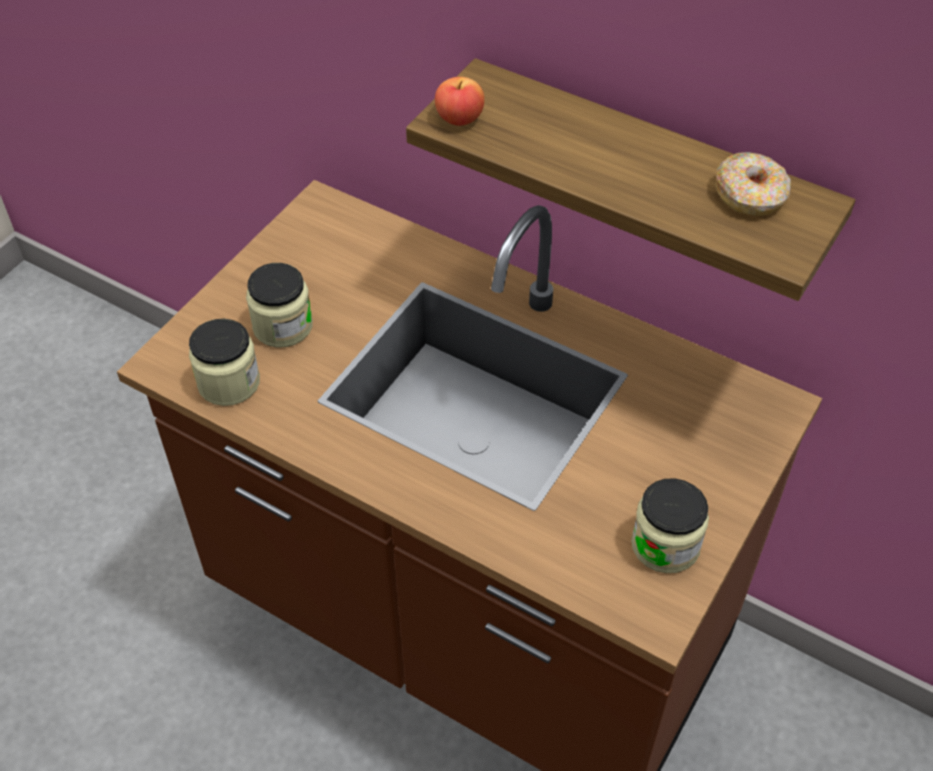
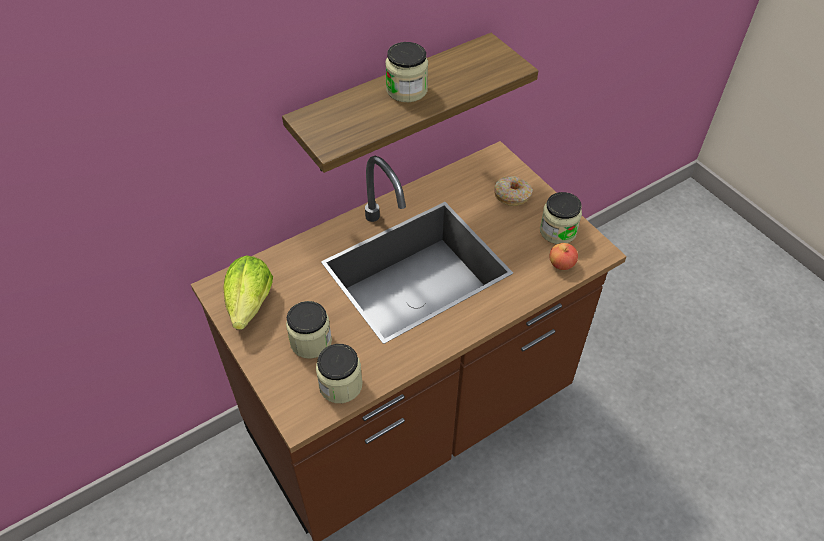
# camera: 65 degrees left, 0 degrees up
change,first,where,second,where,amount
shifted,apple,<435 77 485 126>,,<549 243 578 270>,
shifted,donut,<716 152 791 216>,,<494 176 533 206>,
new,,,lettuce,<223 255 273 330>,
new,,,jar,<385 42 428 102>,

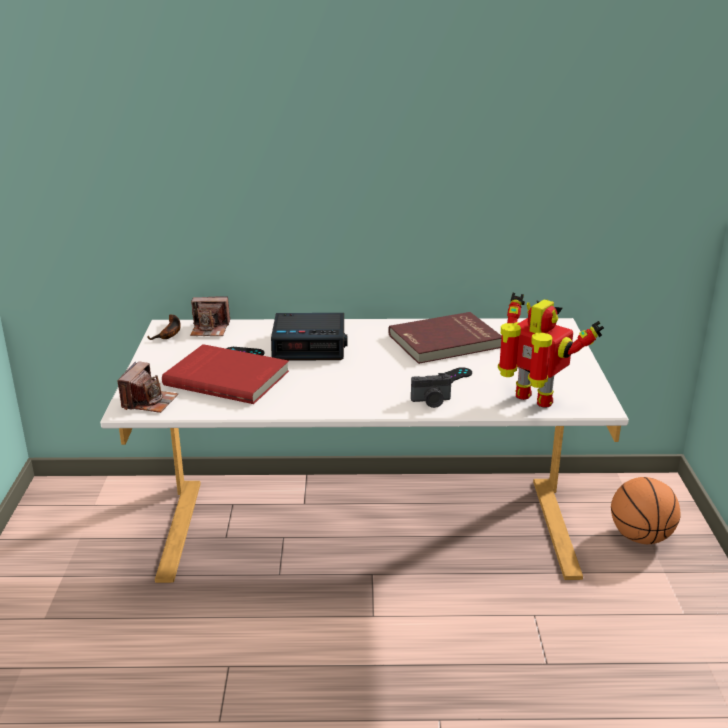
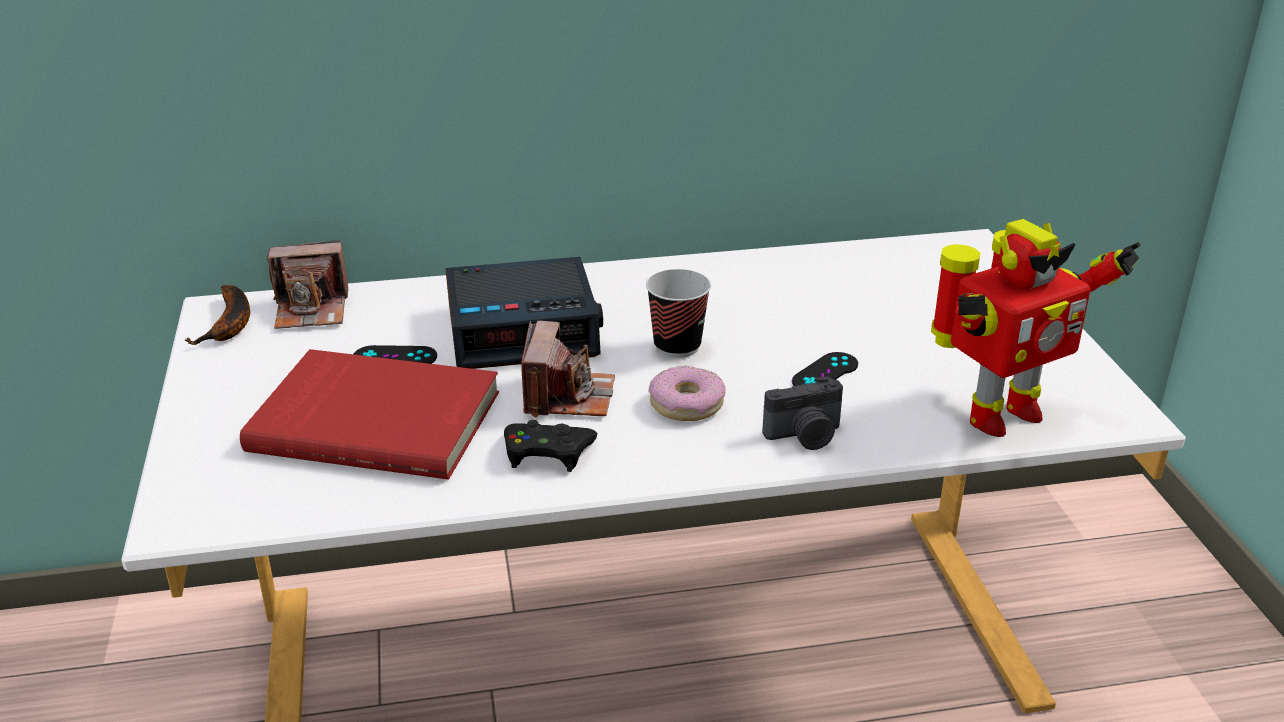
# camera: 10 degrees left, 5 degrees up
change,first,where,second,where,amount
shifted,photo camera,<117 361 178 413>,,<521 321 615 417>,
gone,red book,<388 312 502 364>,,,
rotated,toy robot,<498 293 604 408>,,<931 219 1141 437>,120 degrees clockwise
gone,basketball,<611 477 680 544>,,,
new,,,black game controller,<504 420 597 472>,
new,,,cup,<646 269 711 358>,
new,,,donut,<648 366 726 421>,

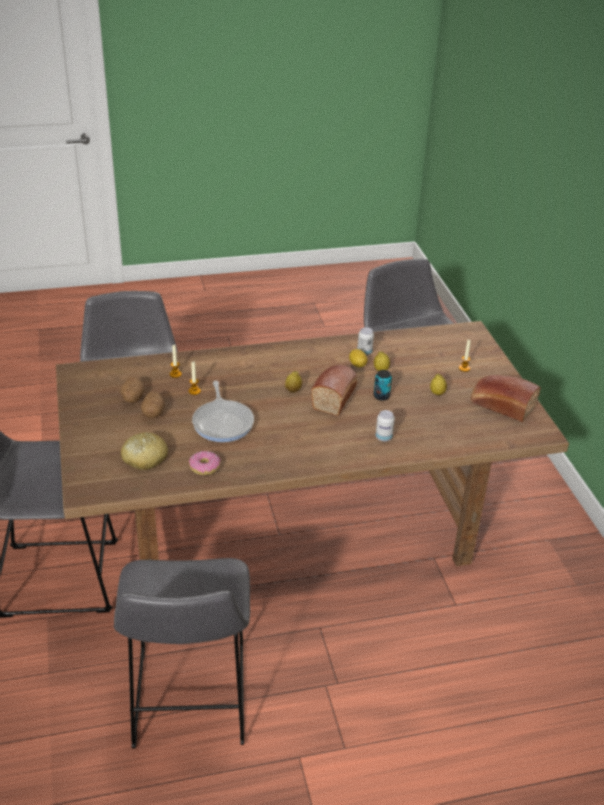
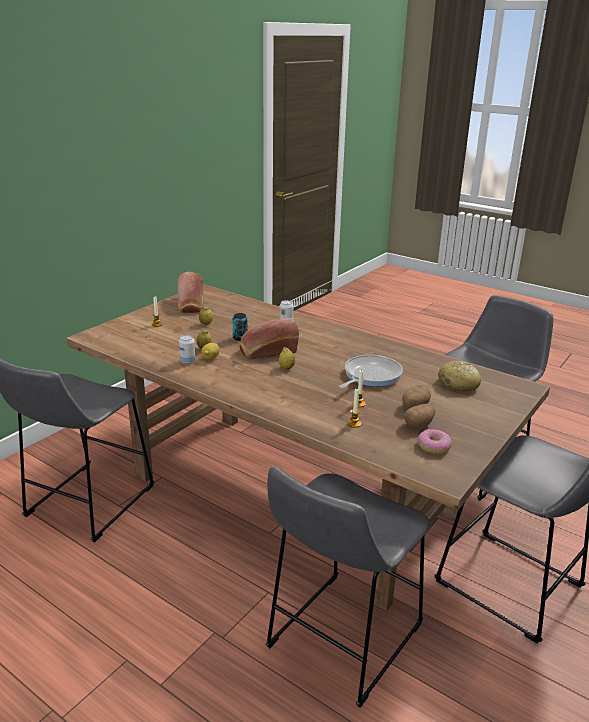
# camera: 130 degrees left, 10 degrees down
change,first,where,second,where,amount
shifted,donut,<189 451 221 475>,,<418 429 452 454>,

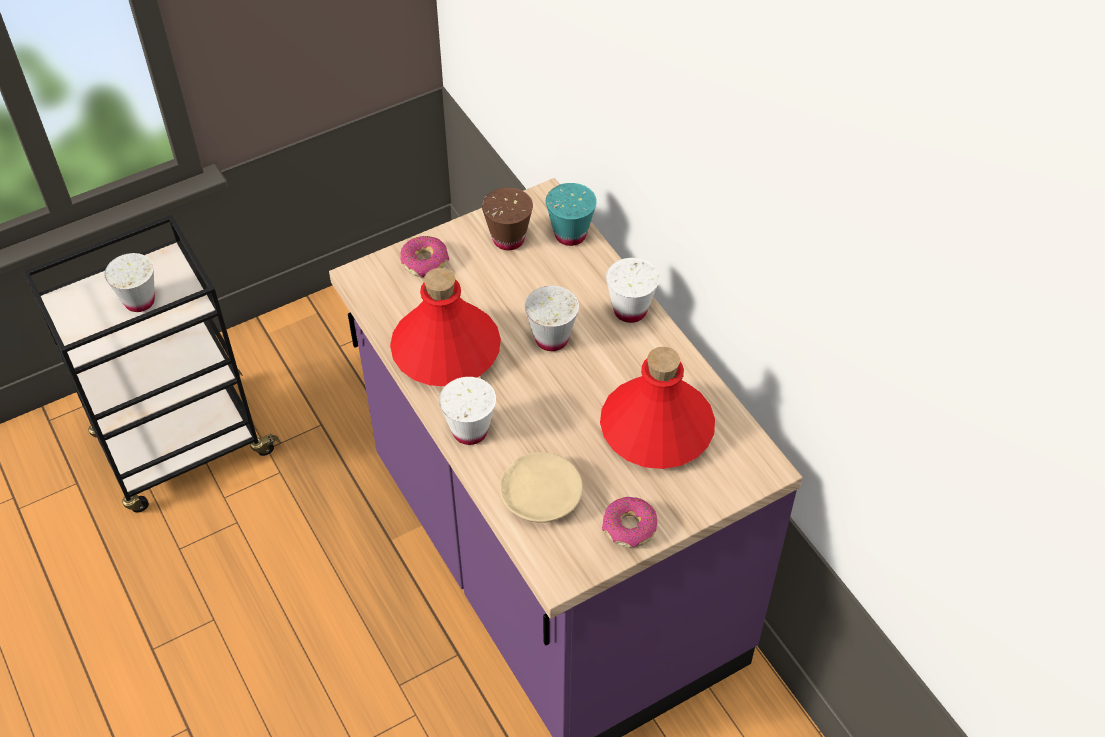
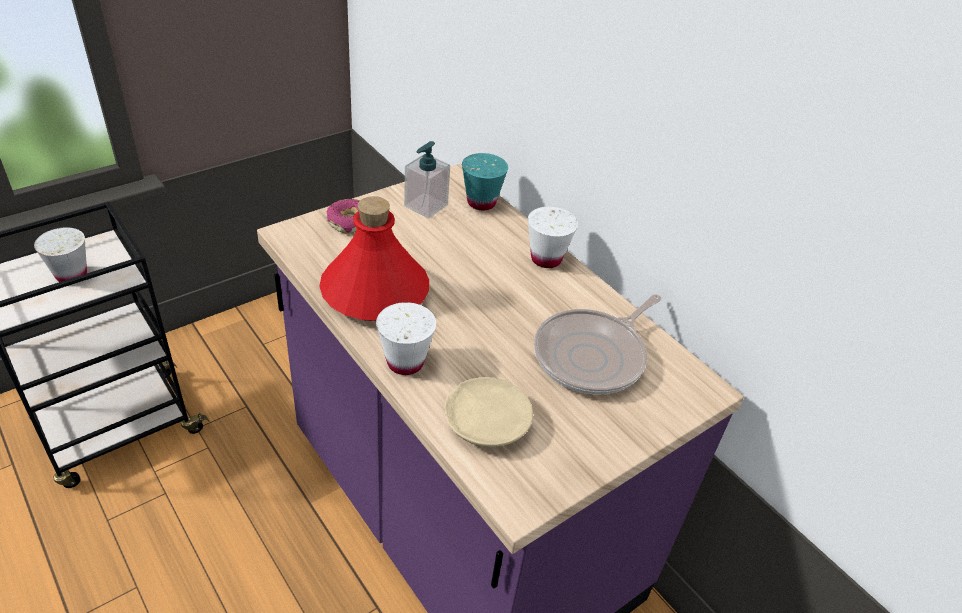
# camera: 10 degrees left, 10 degrees down
change,first,where,second,where,amount
swapped,brown cup,<482 187 533 250>,soap dispenser,<404 141 450 218>,
gone,white cup,<525 286 579 351>,,,
swapped,red bottle,<600 347 715 469>,frying pan,<534 294 661 394>,
gone,donut,<602 497 657 547>,,,

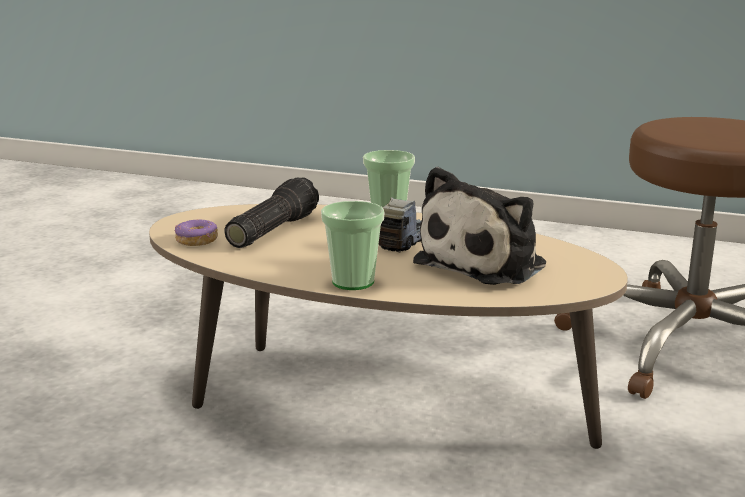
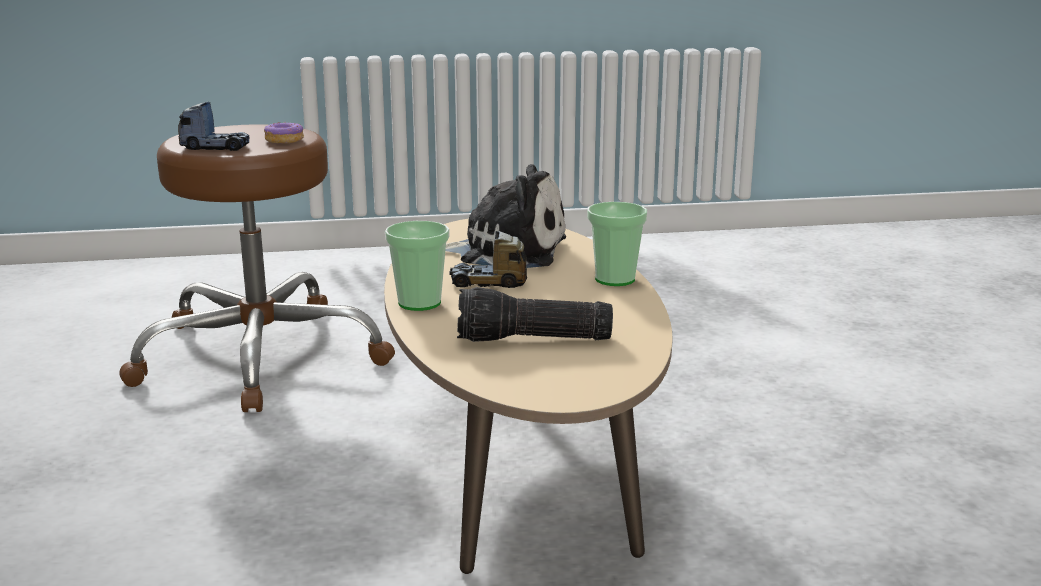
# camera: 120 degrees left, 0 degrees up
change,first,where,second,where,amount
shifted,donut,<175 219 218 246>,,<264 122 304 143>,
new,,,toy truck,<178 102 250 151>,

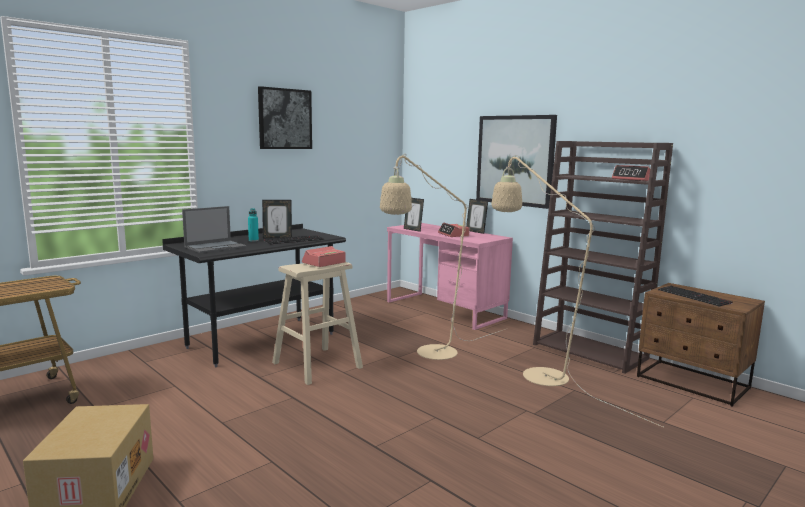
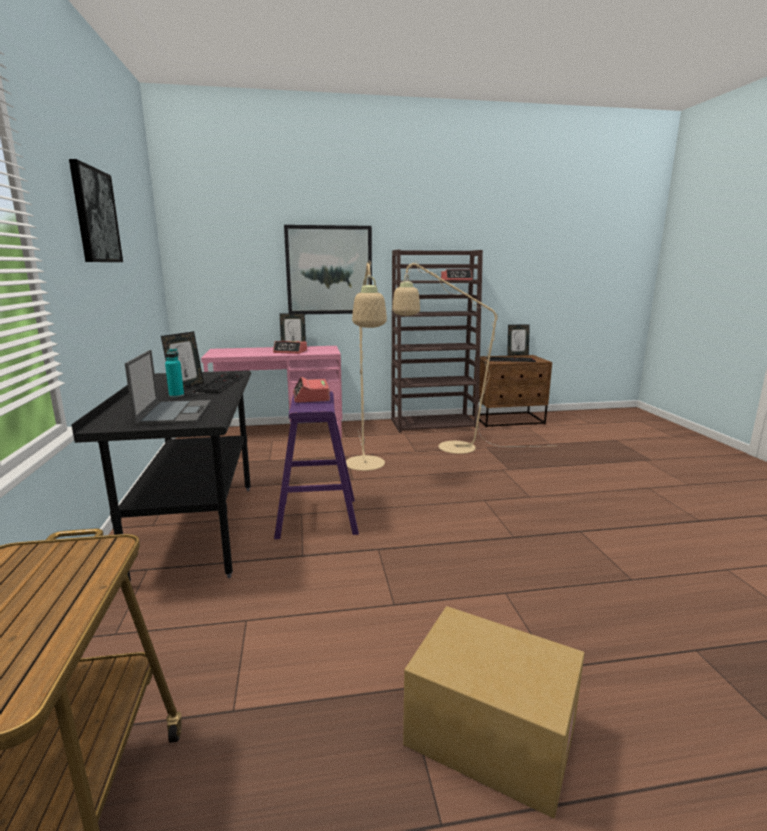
# camera: 55 degrees left, 5 degrees up
change,first,where,second,where,amount
repainted,beige stool,<272 262 363 385>,purple stool,<274 391 359 539>,
shifted,picture frame,<404 198 424 232>,,<507 324 530 356>,

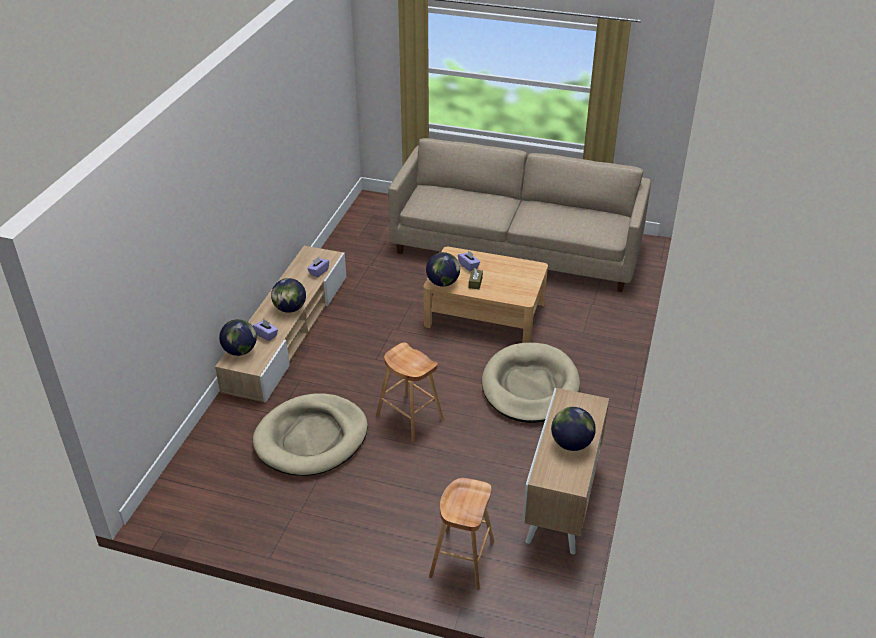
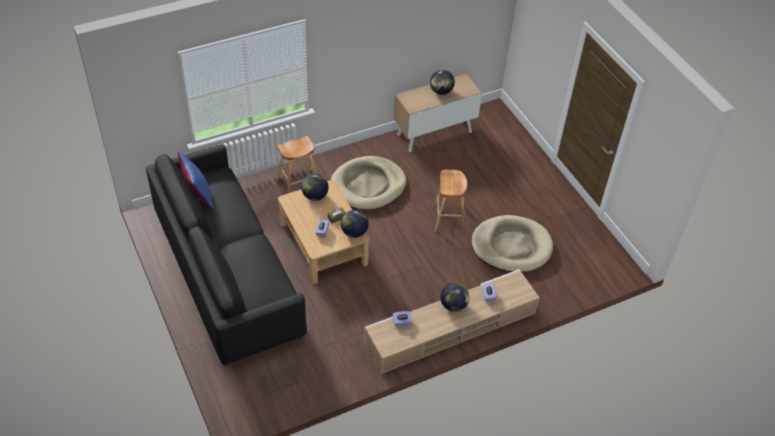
# camera: 135 degrees left, 10 degrees up
change,first,where,second,where,amount
shifted,globe,<219 319 257 356>,,<302 174 328 201>,
repainted,beige sofa,<388 138 651 292>,black sofa,<146 144 307 366>,
shifted,brown stool,<429 478 495 590>,,<276 136 317 194>,
new,,,blue pillow,<178 151 214 210>,

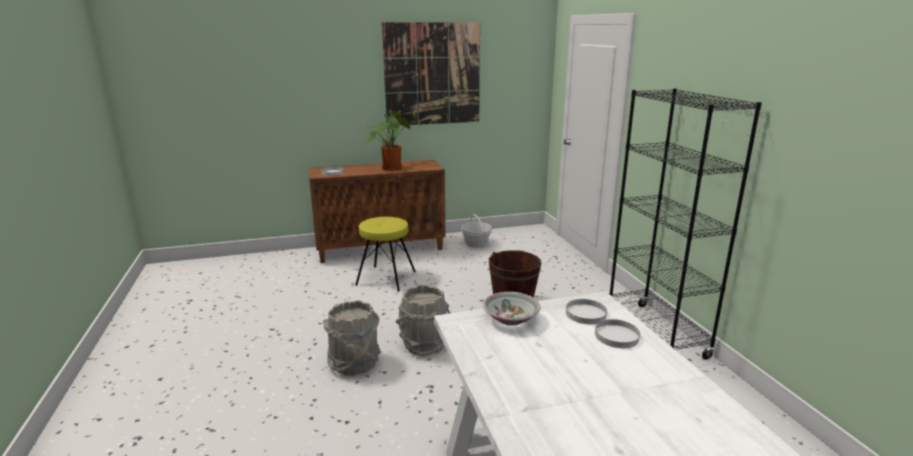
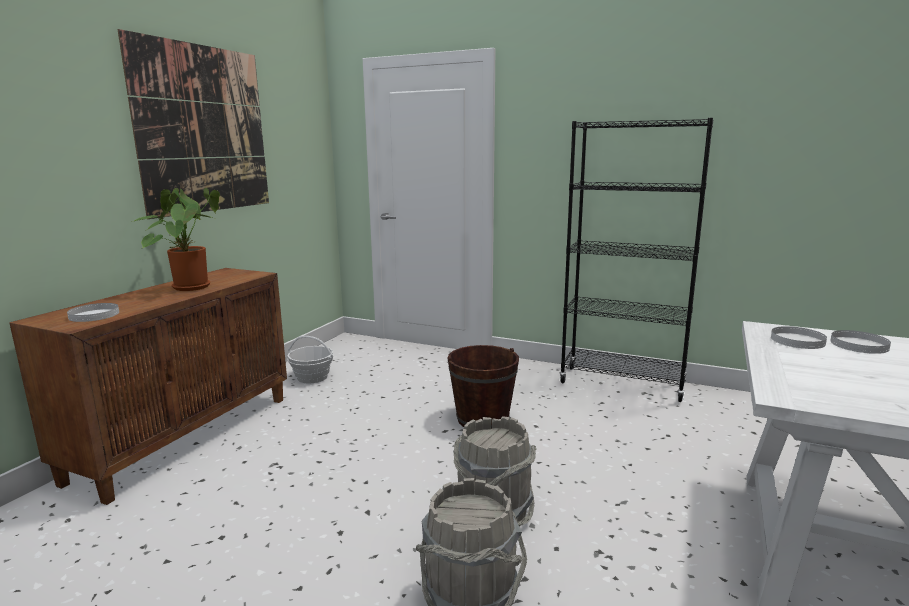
# camera: 50 degrees left, 5 degrees down
change,first,where,second,where,amount
gone,yellow stool,<355 217 416 292>,,,
gone,bowl,<483 292 540 326>,,,

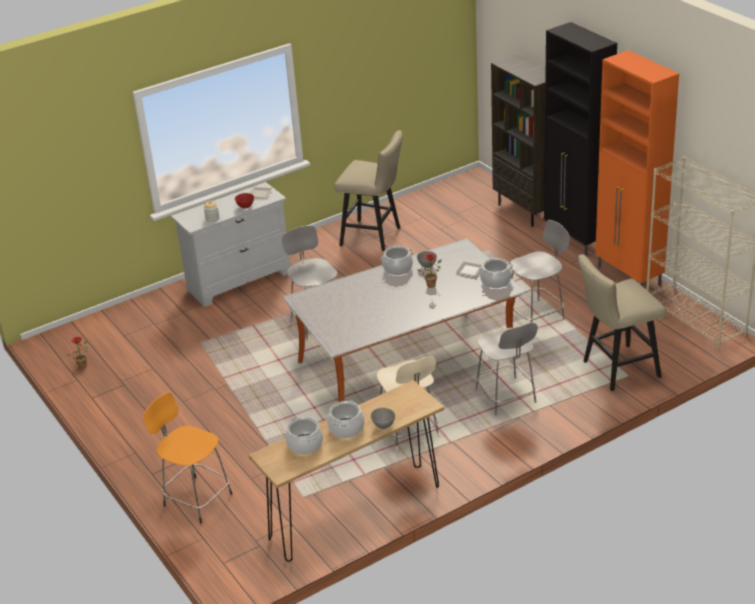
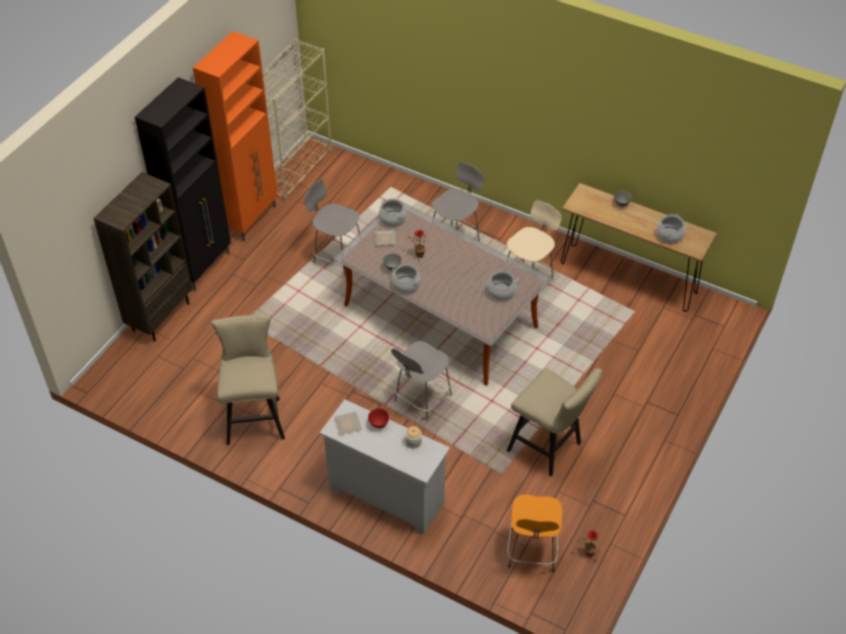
# camera: 120 degrees left, 15 degrees up
change,first,where,second,where,amount
shifted,orange stool,<143 393 232 523>,,<507 495 562 572>,
shifted,cooking pot,<327 400 364 438>,,<486 271 518 301>,
shifted,beige stool,<578 254 666 391>,,<507 368 602 477>,

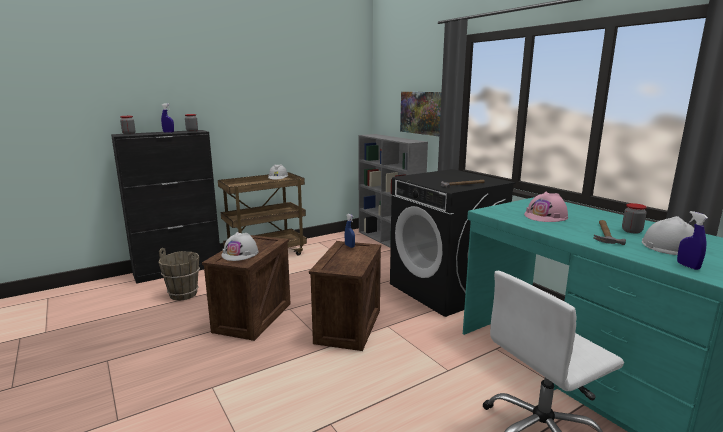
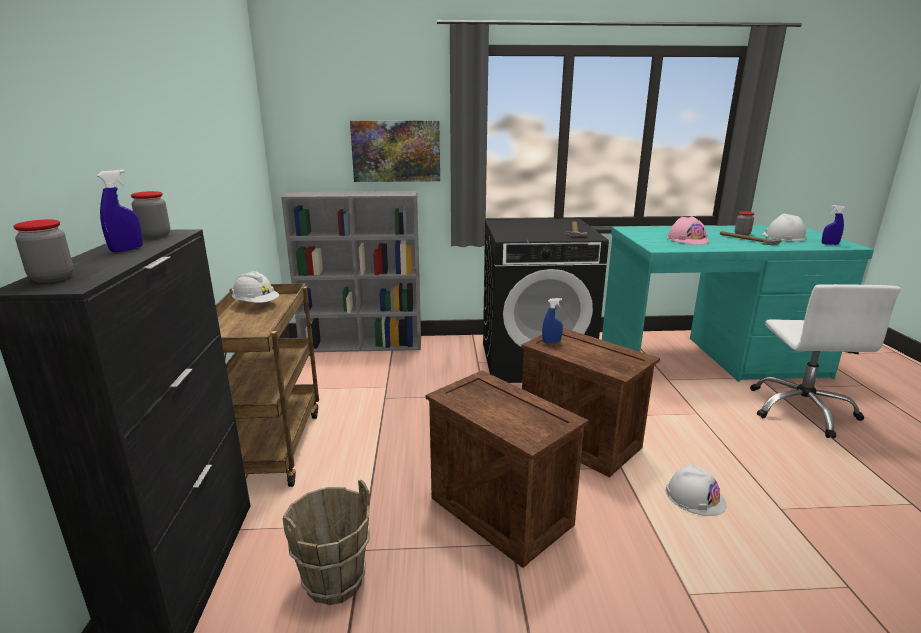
# camera: 60 degrees left, 5 degrees up
change,first,where,second,where,amount
shifted,white hard hat,<221 232 259 261>,,<666 464 726 516>,

